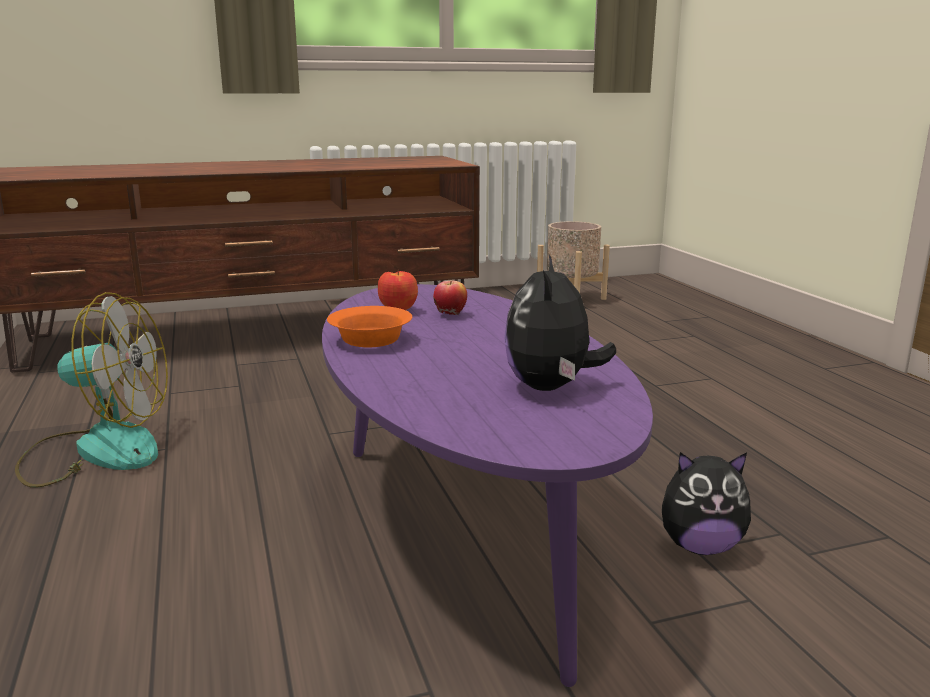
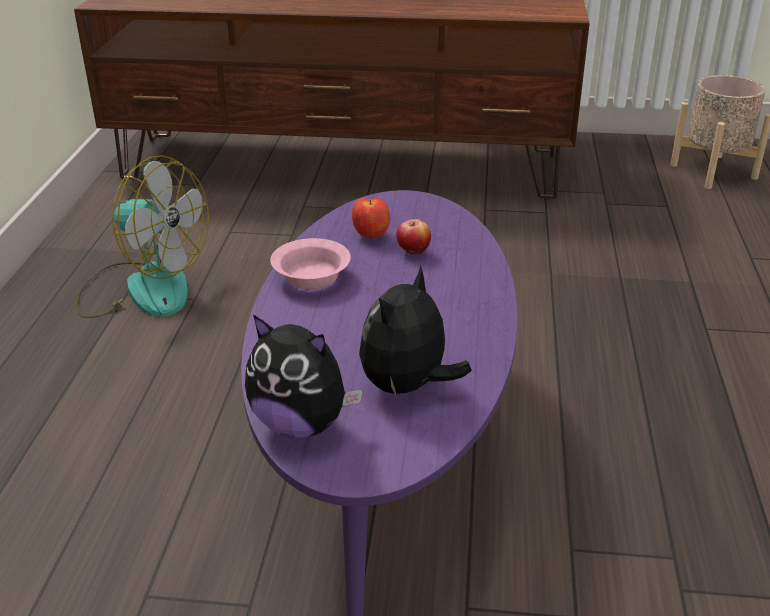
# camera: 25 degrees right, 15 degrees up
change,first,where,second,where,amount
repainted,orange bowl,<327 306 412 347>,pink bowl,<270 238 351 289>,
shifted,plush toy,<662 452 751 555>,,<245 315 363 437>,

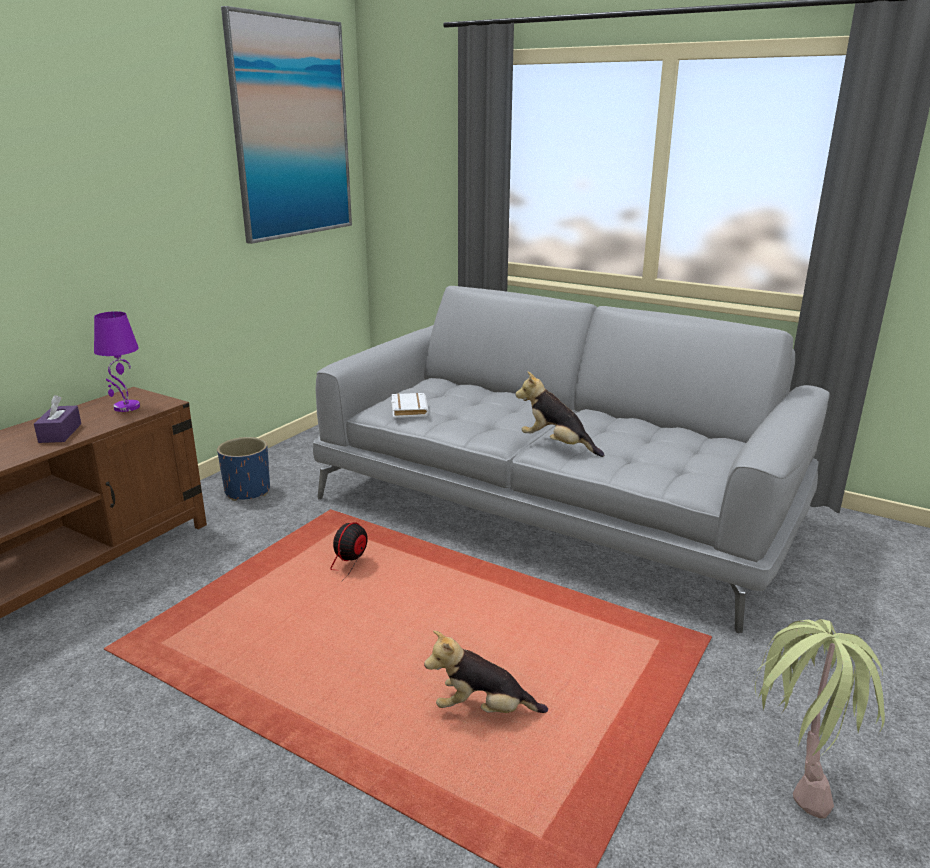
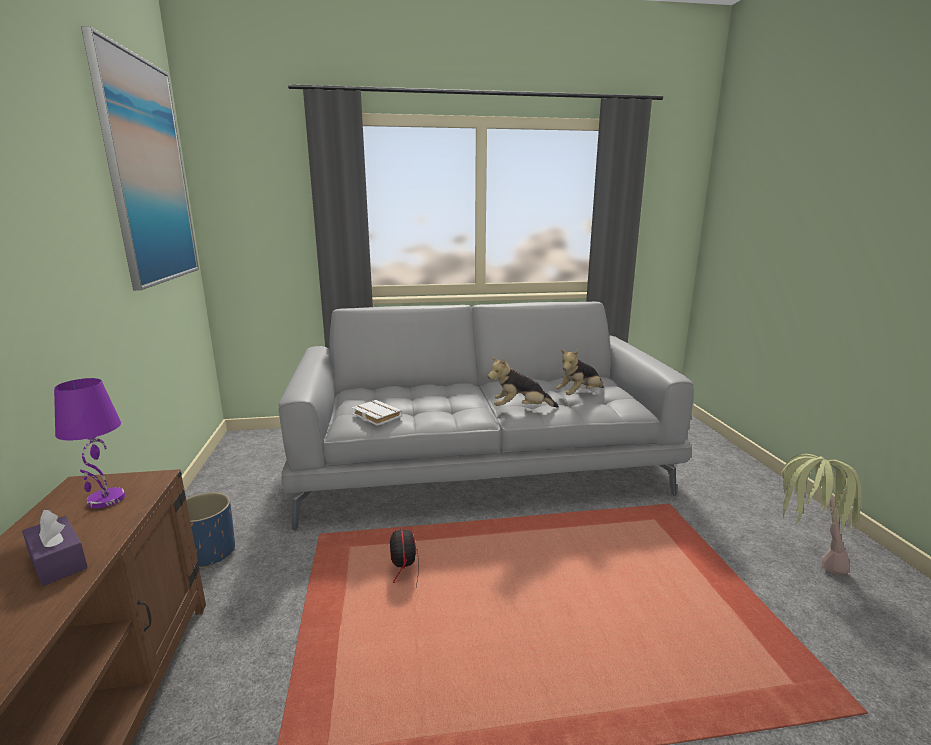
# camera: 40 degrees left, 5 degrees down
change,first,where,second,where,amount
shifted,plush toy,<424 631 548 713>,,<556 349 604 395>,

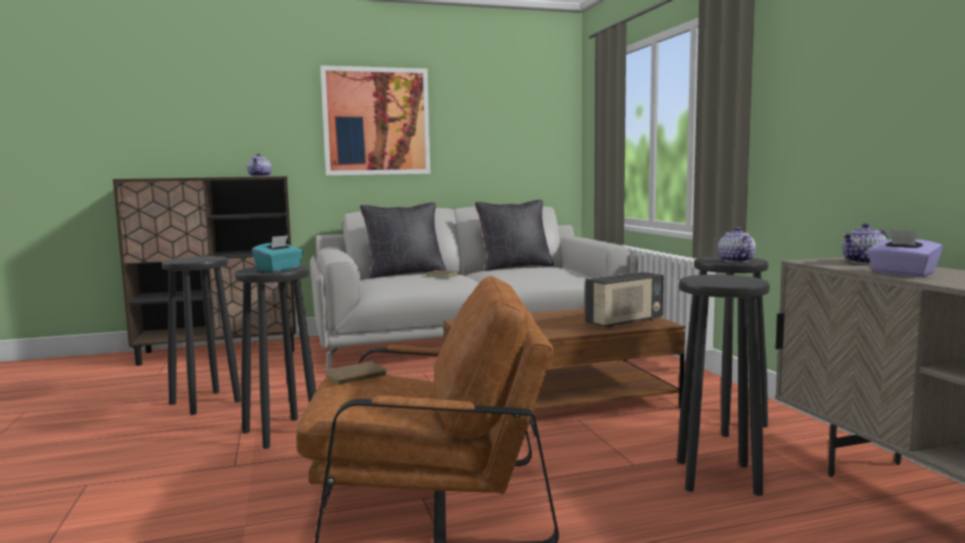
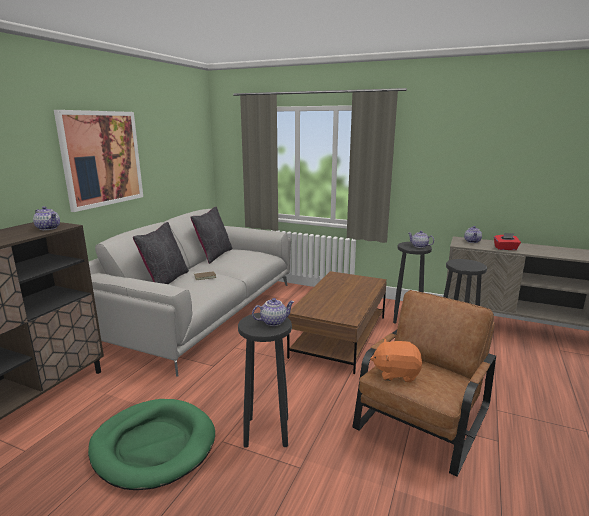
# camera: 50 degrees left, 10 degrees up
change,first,where,second,where,amount
swapped,black stool,<162 256 241 415>,green dog bed,<88 399 215 490>,
swapped,turquoise tissue box,<252 235 303 272>,teapot,<252 298 294 326>,
swapped,brown book,<326 361 391 385>,orange plush toy,<370 339 422 382>,
gone,radio,<585 272 663 328>,,,
repainted,purple tissue box,<867 229 943 277>,red tissue box,<494 233 521 250>,

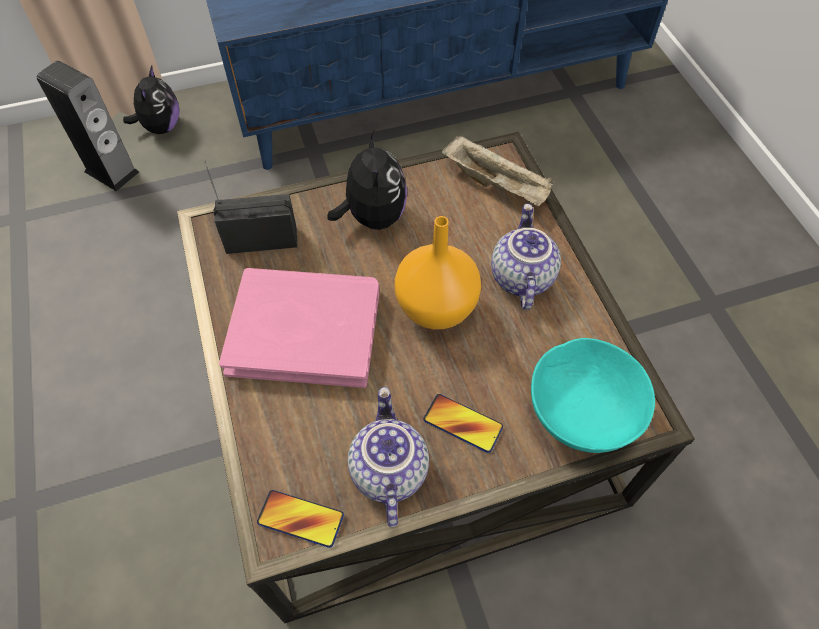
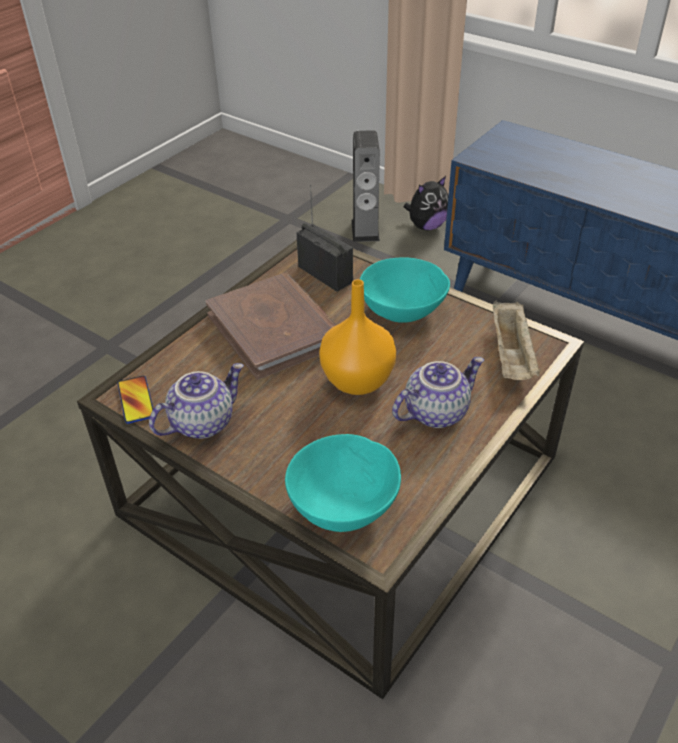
# camera: 55 degrees right, 15 degrees down
change,first,where,second,where,amount
repainted,pink book,<219 268 379 388>,brown book,<206 272 336 380>,
swapped,plush toy,<328 131 407 230>,turquoise bowl,<360 258 450 323>,
gone,phone,<423 394 503 453>,,,

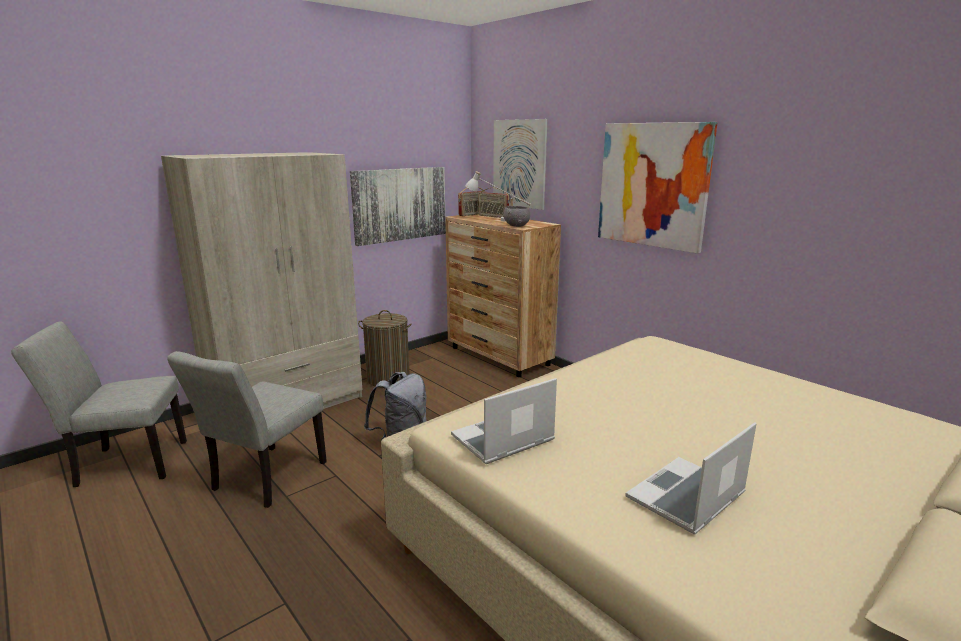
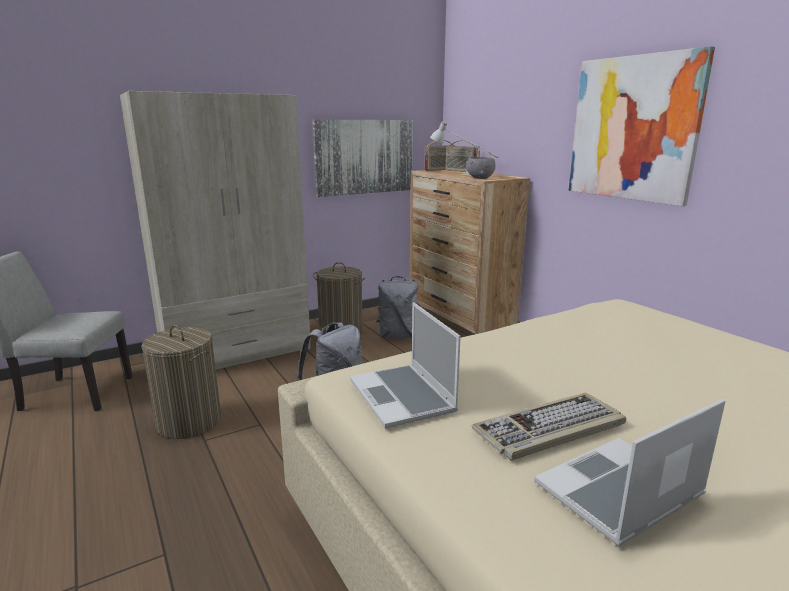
# camera: 10 degrees right, 0 degrees up
change,first,where,second,where,amount
swapped,grey chair,<167 351 327 508>,laundry basket,<141 325 221 439>,
rotated,laptop,<451 378 557 464>,,<350 302 461 428>,90 degrees counterclockwise
gone,picture,<493 119 547 210>,,,
new,,,grey backpack,<377 276 418 338>,
new,,,keyboard,<472 393 626 460>,

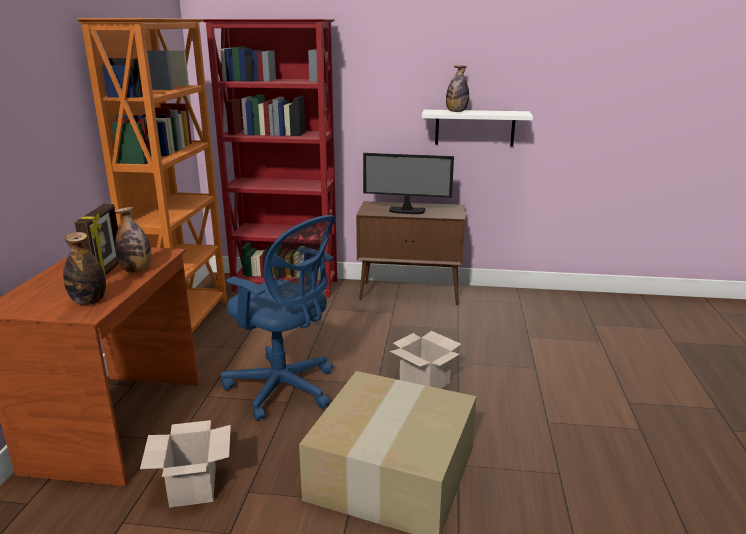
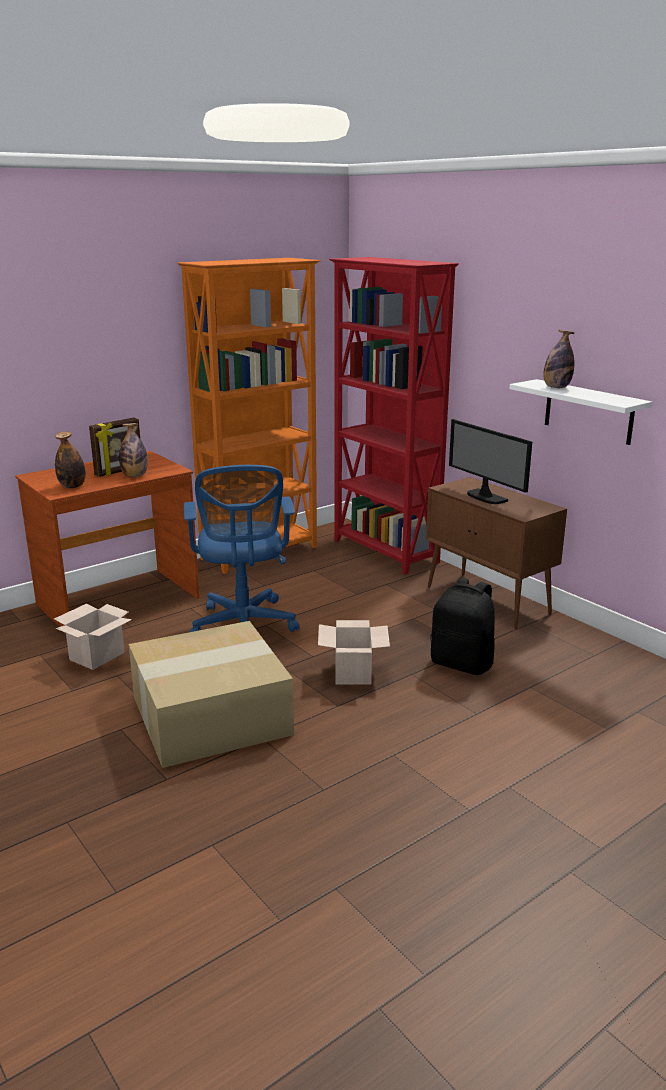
# camera: 45 degrees right, 0 degrees up
change,first,where,second,where,amount
new,,,black backpack,<430 578 495 675>,

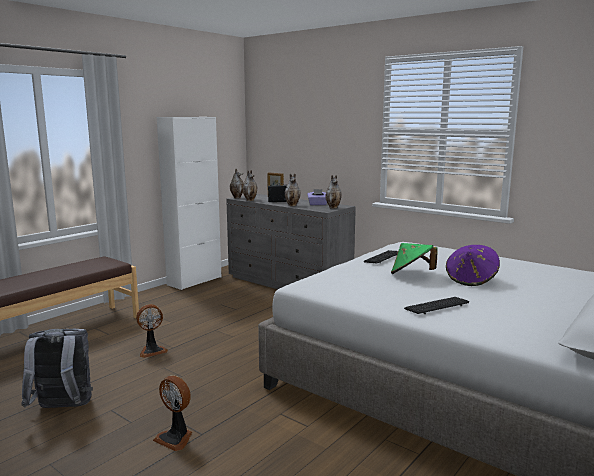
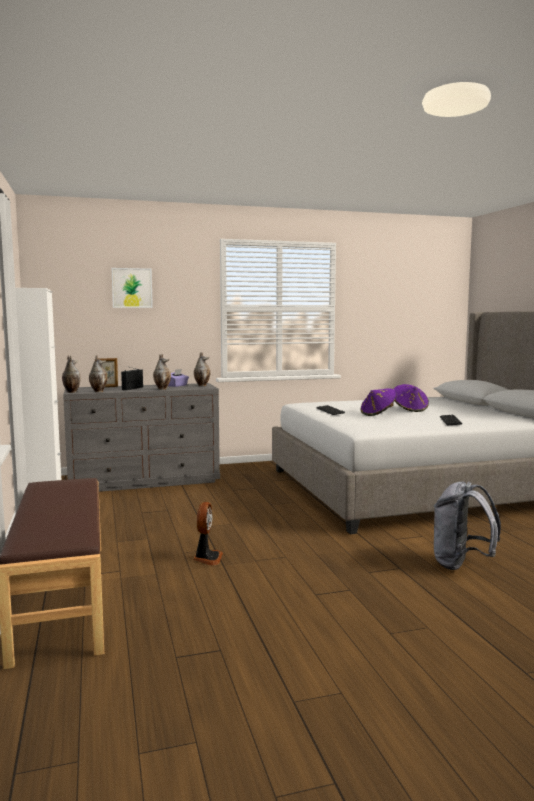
# camera: 55 degrees left, 5 degrees down
change,first,where,second,where,amount
shifted,grey backpack,<22 329 93 408>,,<434 481 501 570>,
gone,fan,<153 376 192 451>,,,
repainted,green hat,<391 243 438 274>,purple hat,<361 389 397 416>,
new,,,picture,<111 268 153 308>,

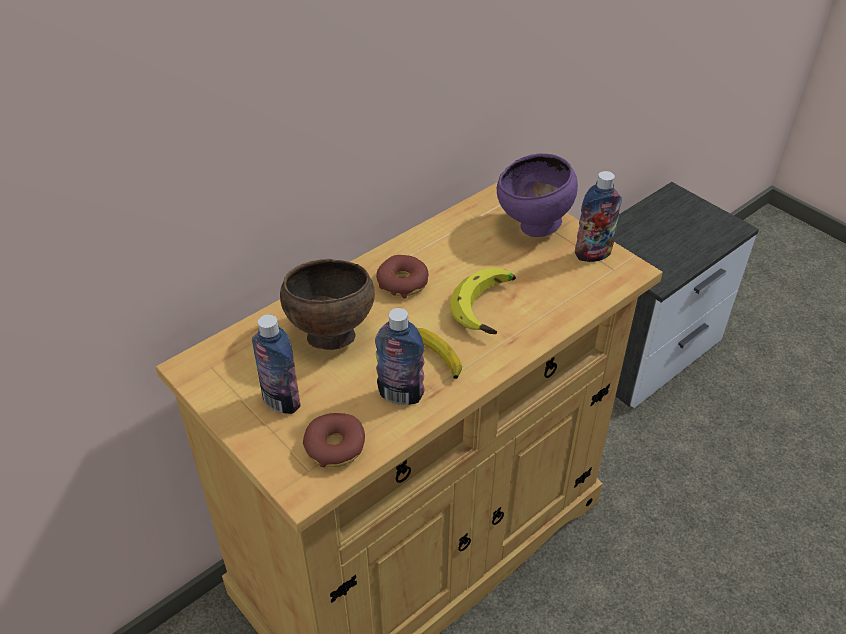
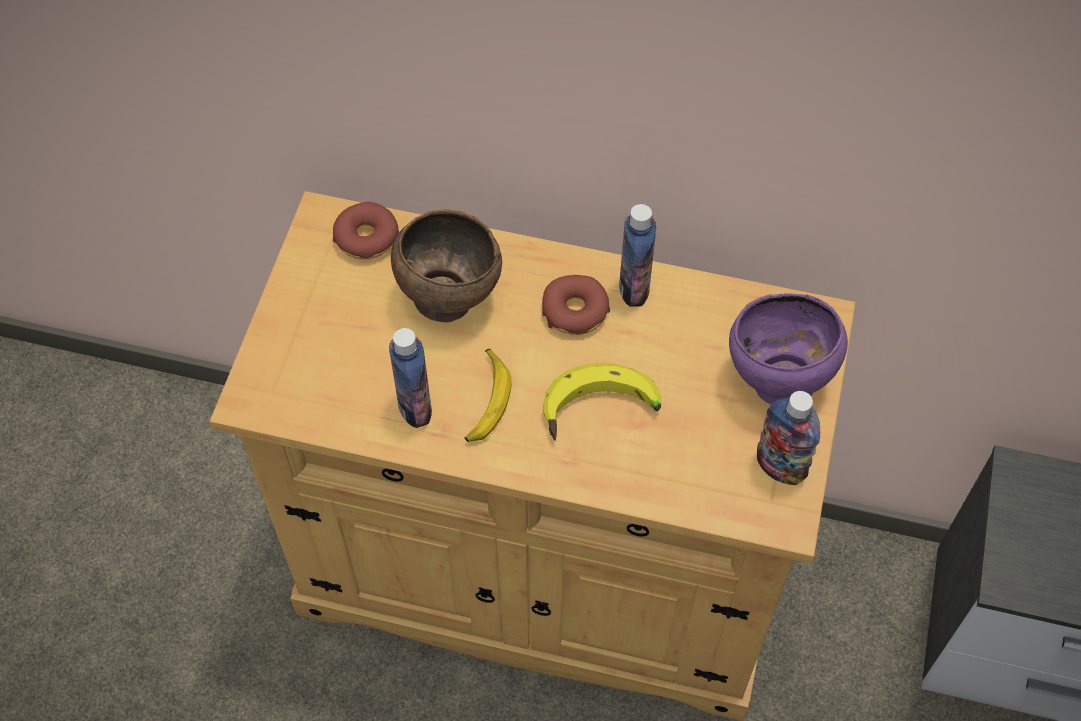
# camera: 55 degrees right, 15 degrees up
change,first,where,second,where,amount
shifted,bottle,<252 314 300 414>,,<619 204 656 307>,
shifted,donut,<303 413 365 467>,,<333 202 399 259>,

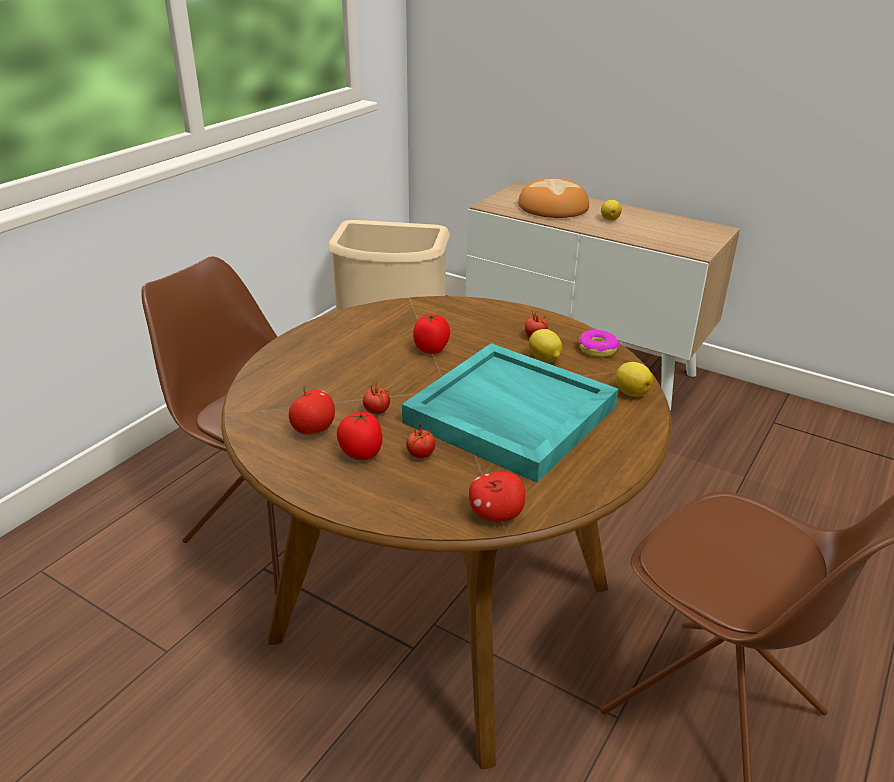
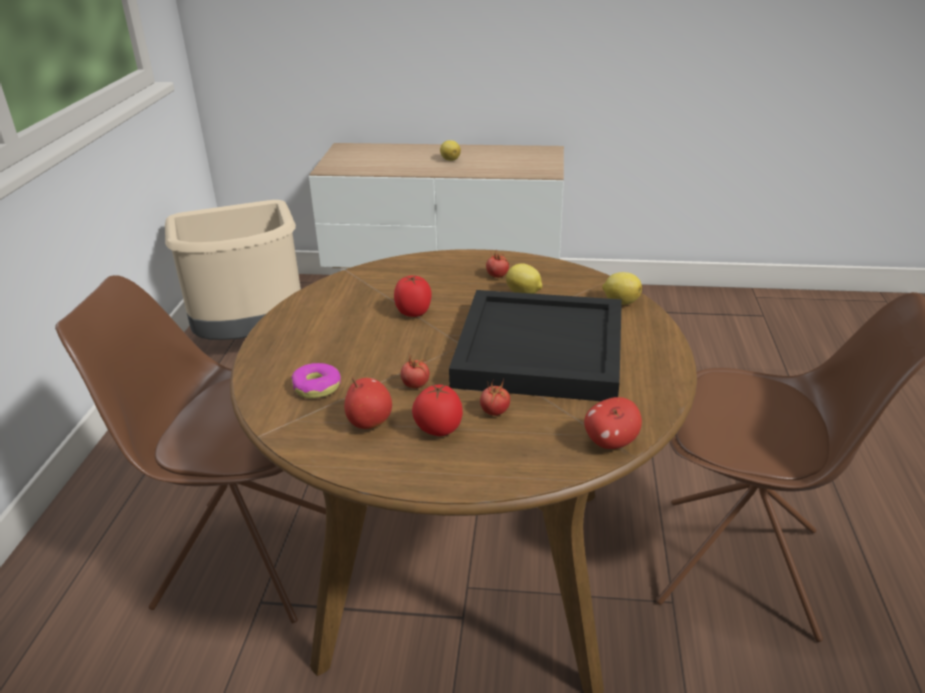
# camera: 25 degrees left, 0 degrees up
change,first,where,second,where,amount
repainted,turquoise tray,<402 343 619 483>,black tray,<449 290 622 401>,
gone,bread,<518 178 589 218>,,,
shifted,donut,<579 330 619 357>,,<292 363 341 399>,

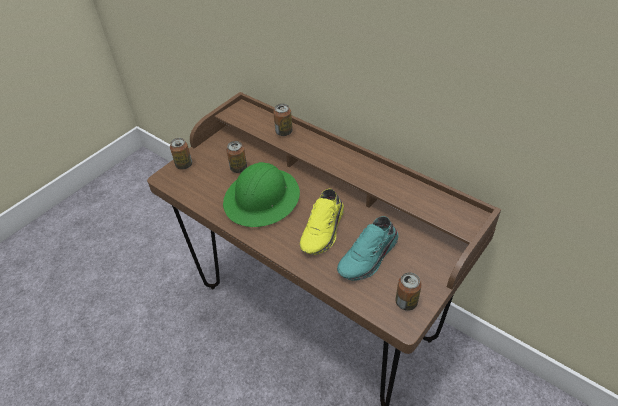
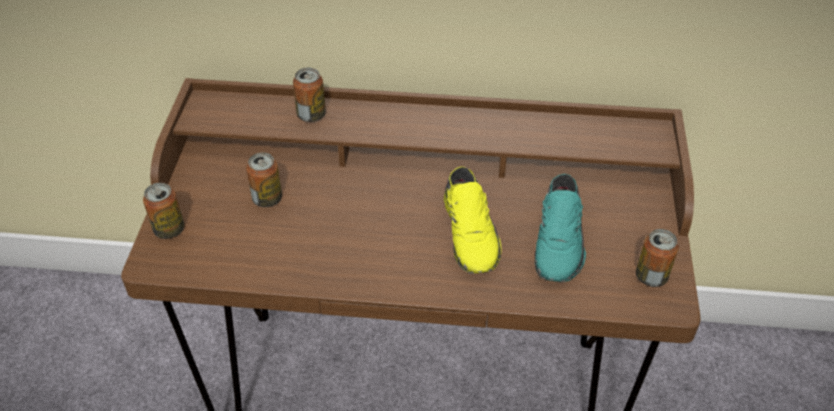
# camera: 35 degrees left, 0 degrees up
change,first,where,second,where,amount
gone,green hard hat,<223 162 300 227>,,,

